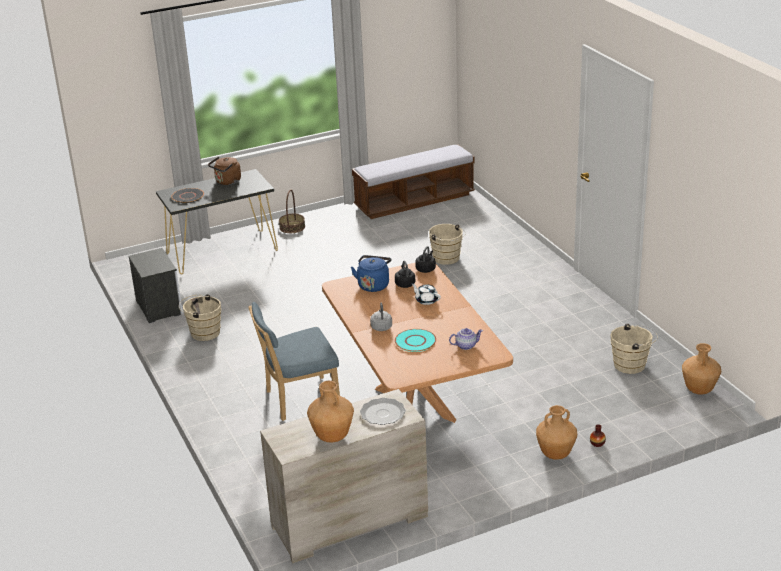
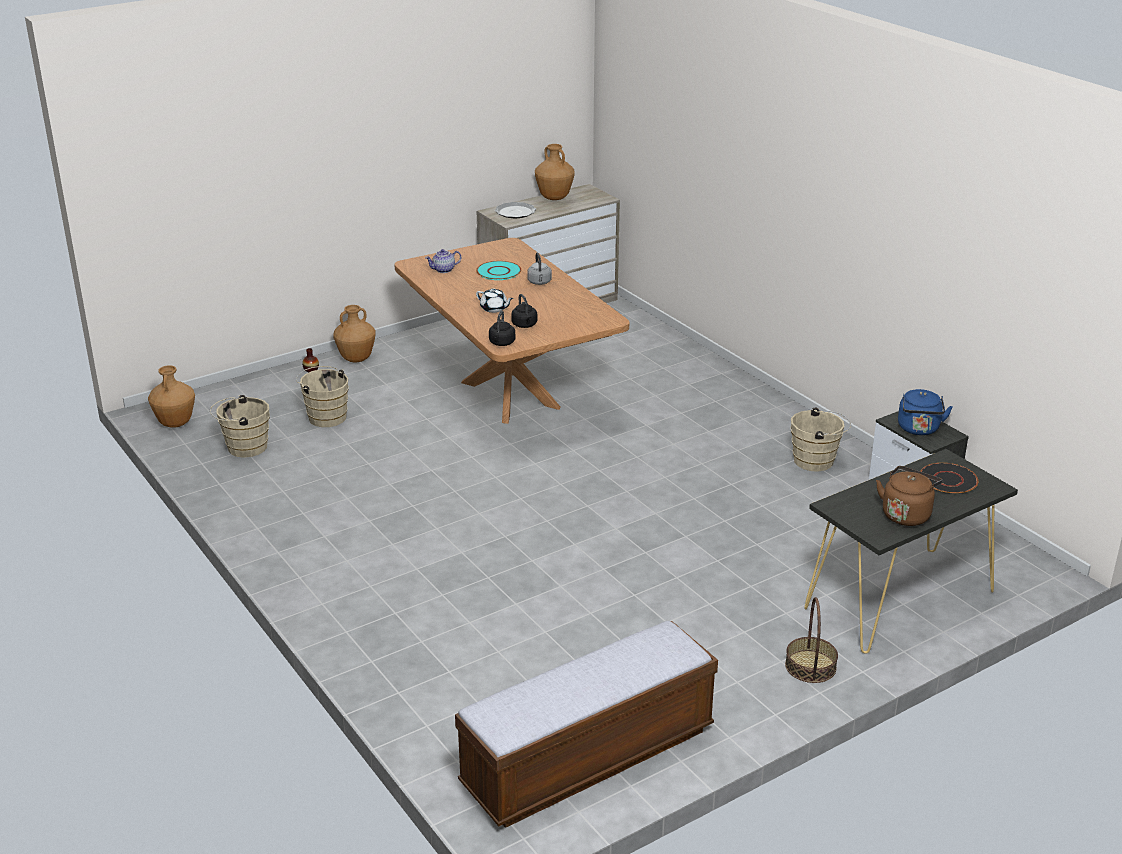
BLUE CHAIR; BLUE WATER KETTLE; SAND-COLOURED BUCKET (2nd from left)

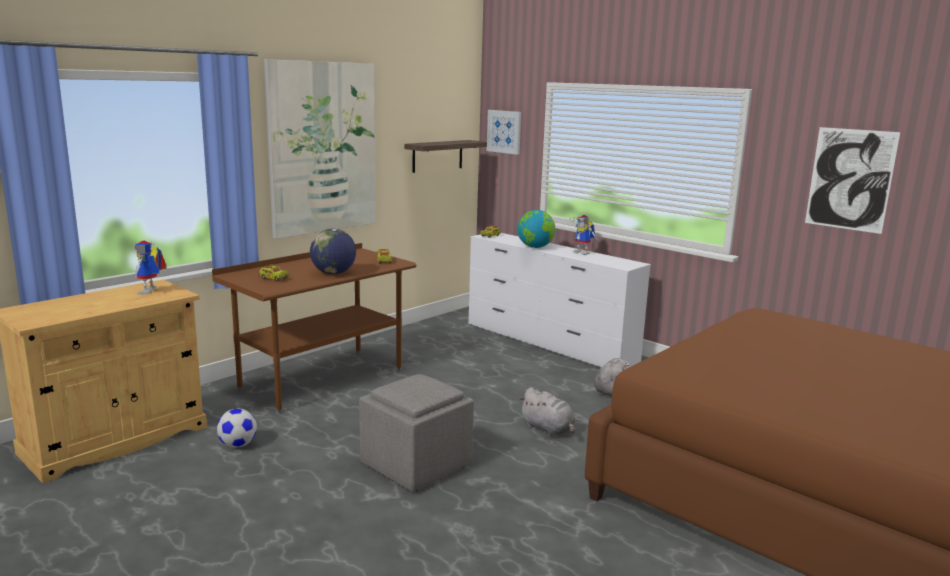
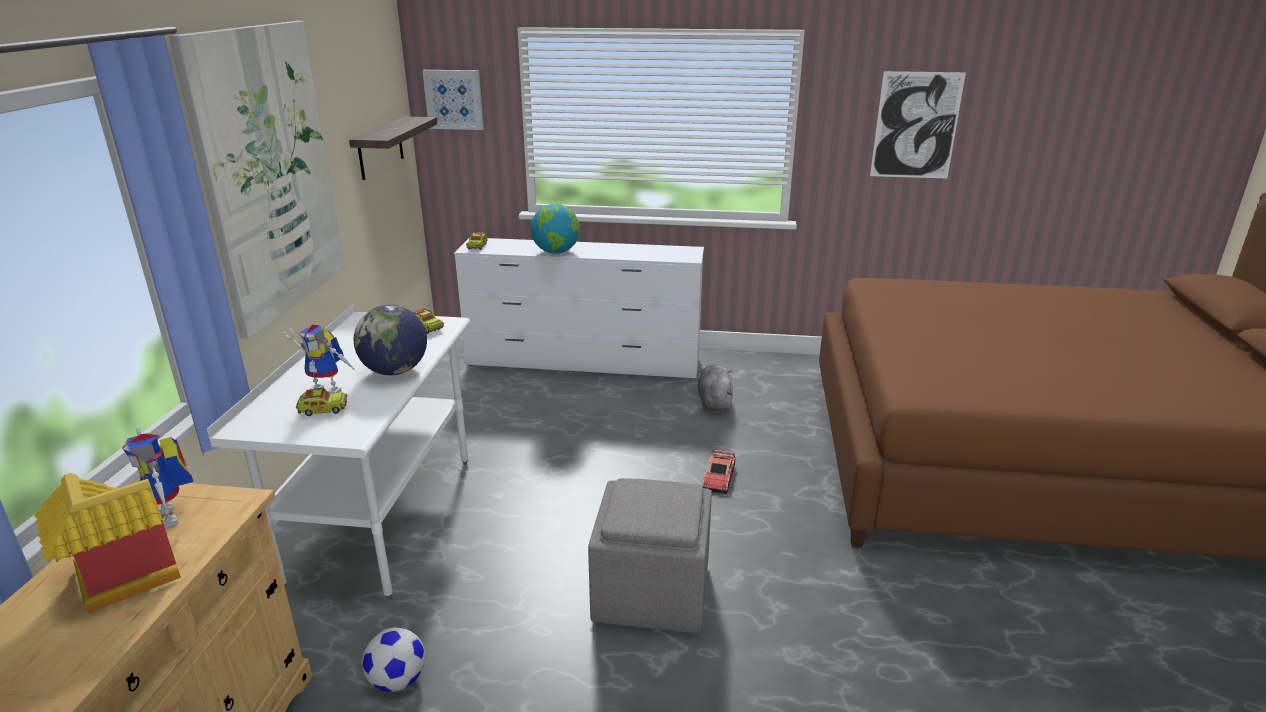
WHITE DESK UNIT; TOY CAR; MODEL ROBOT (2nd from left); TOY HOUSE

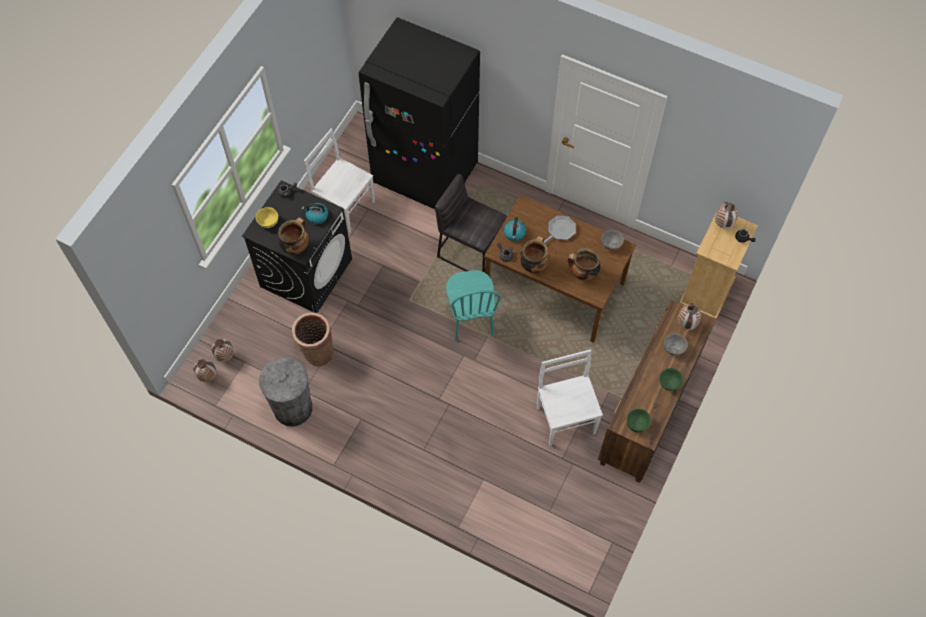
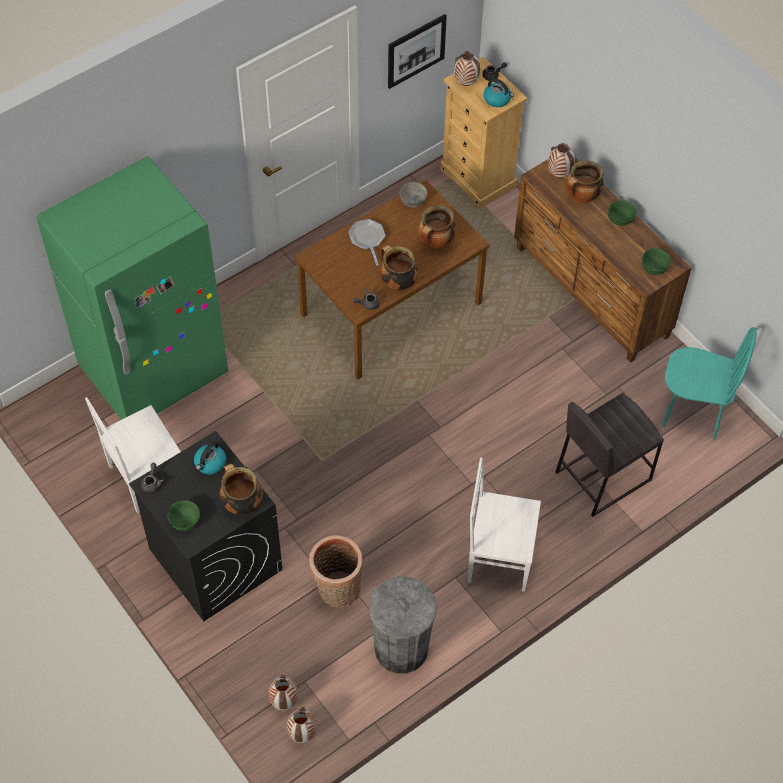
GREENISH BOWL (1st from left); GREENISH FRIDGE; GREY STOOL SEAT; TURQUOISE CHAIR; WATER KETTLE (2nd from left); WHITE CHAIR (2nd from left); STOCKPOT (4th from left); PICTURE

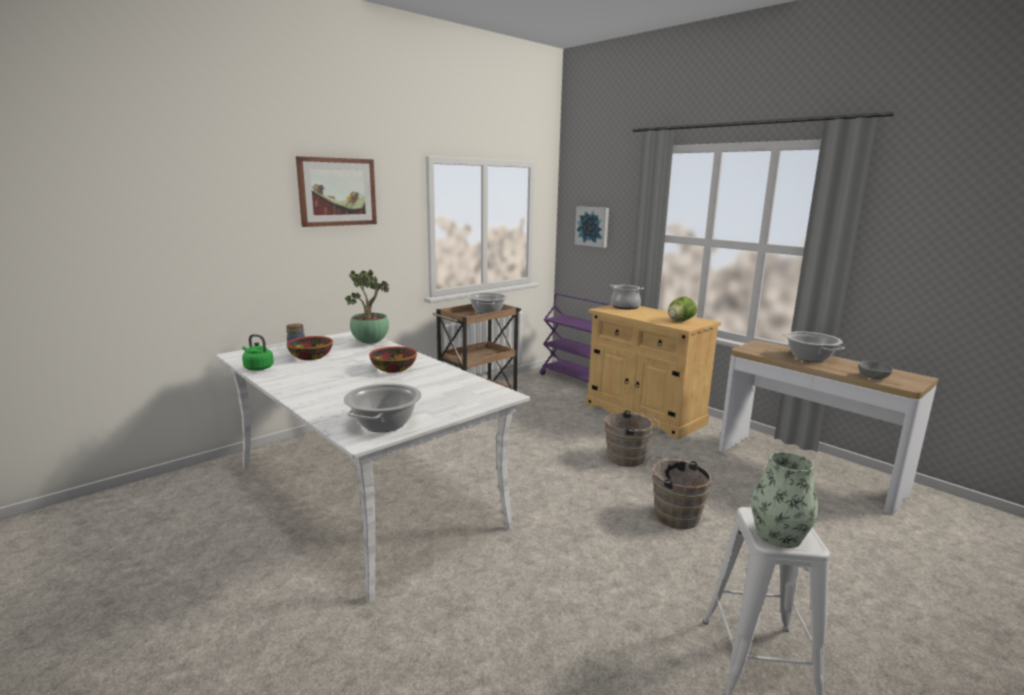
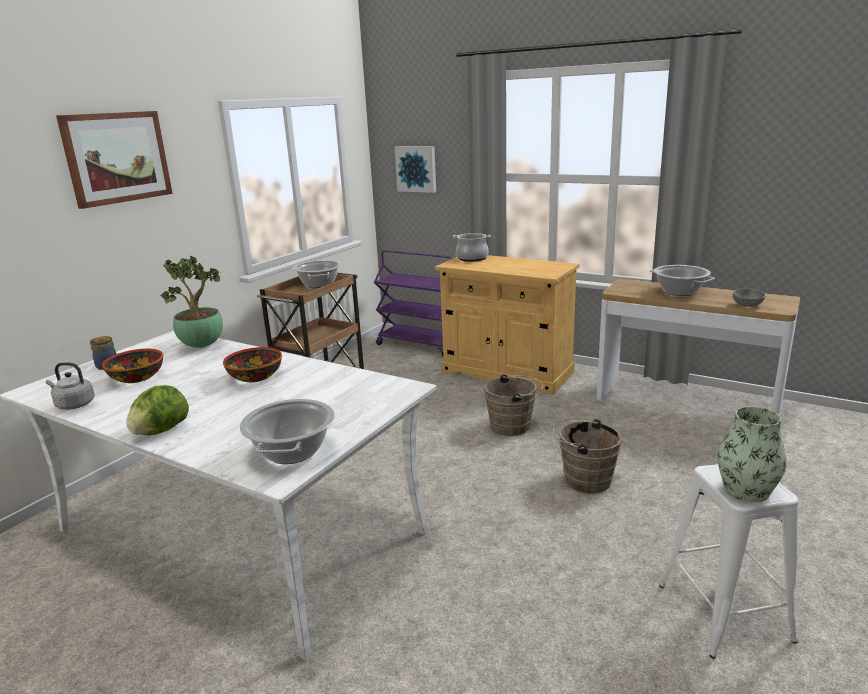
GREY WATER KETTLE; LETTUCE HEAD

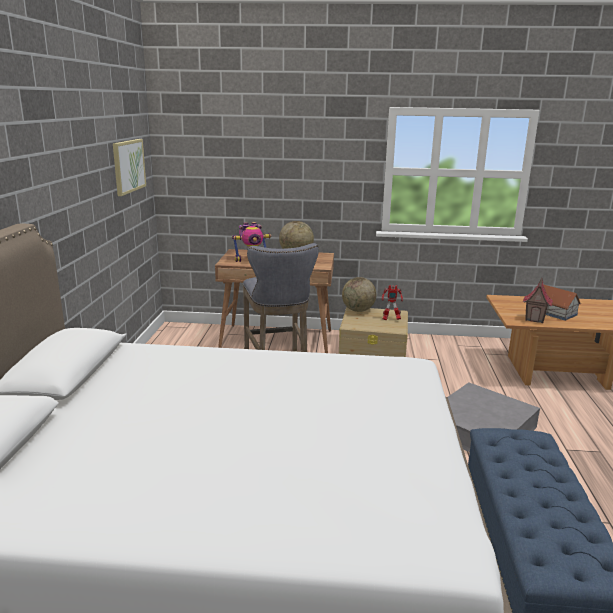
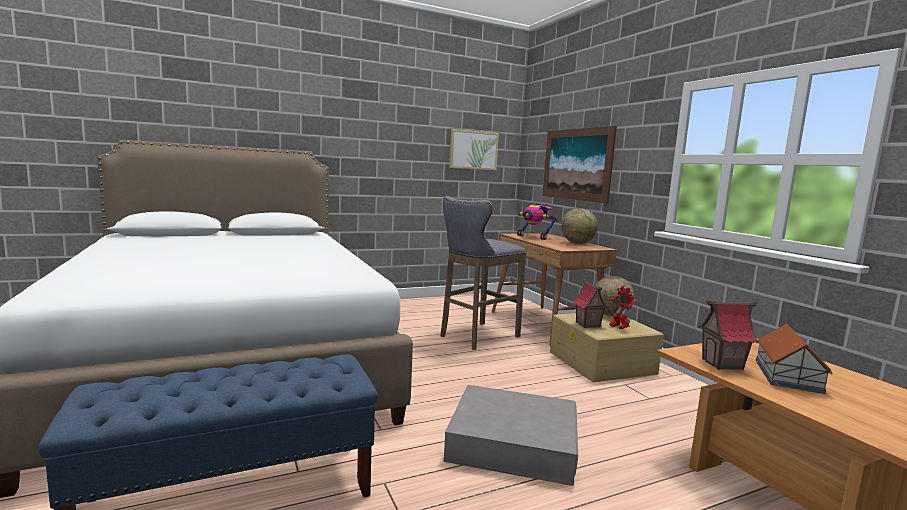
PICTURE (2nd from left); TOY HOUSE (1st from left)

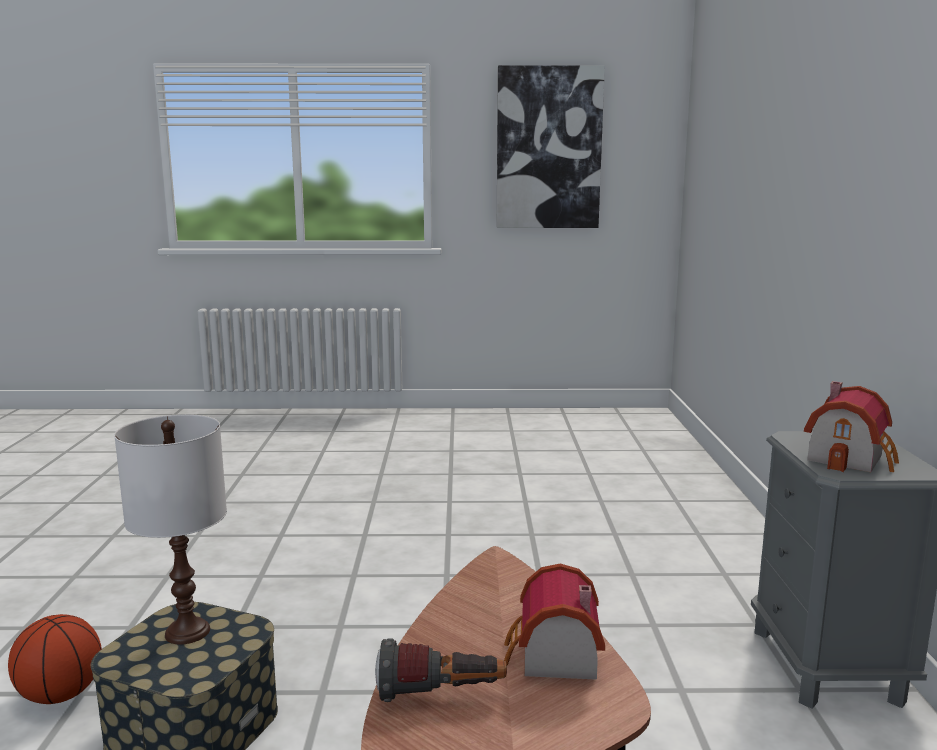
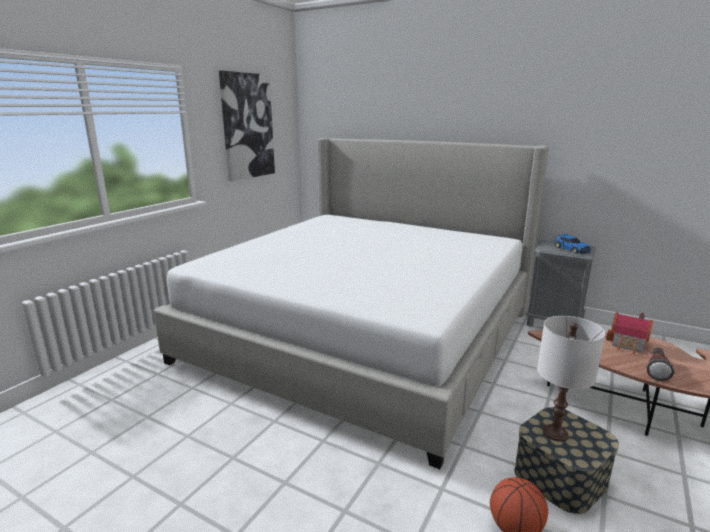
TOY CAR; BED

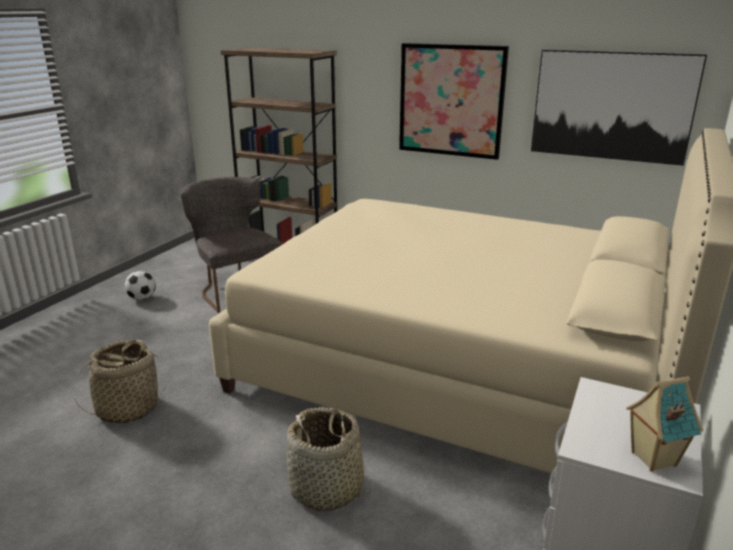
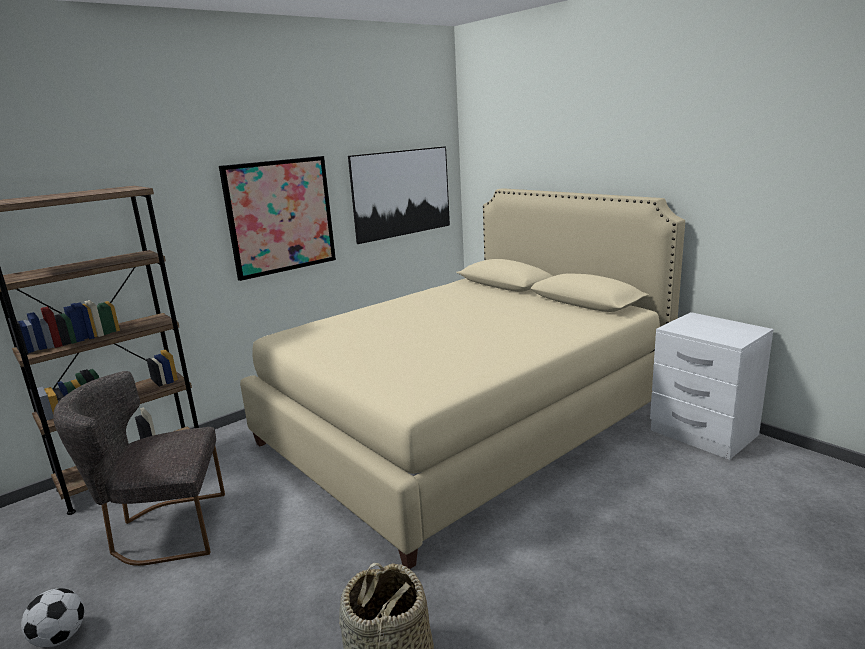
STORAGE BASKET (2nd from left in the first image); TOY HOUSE

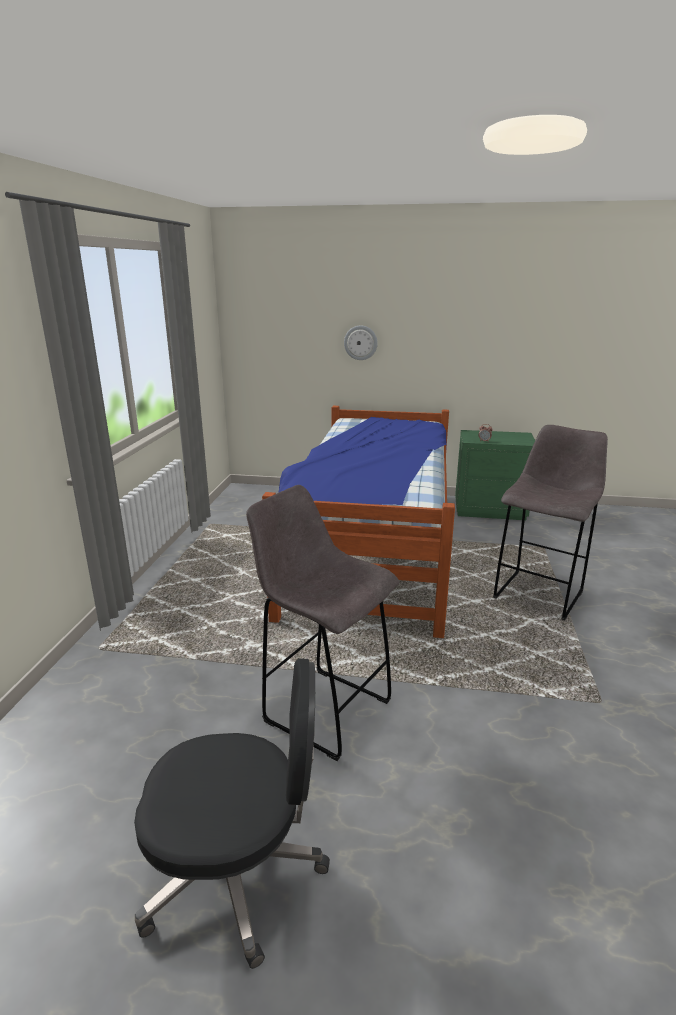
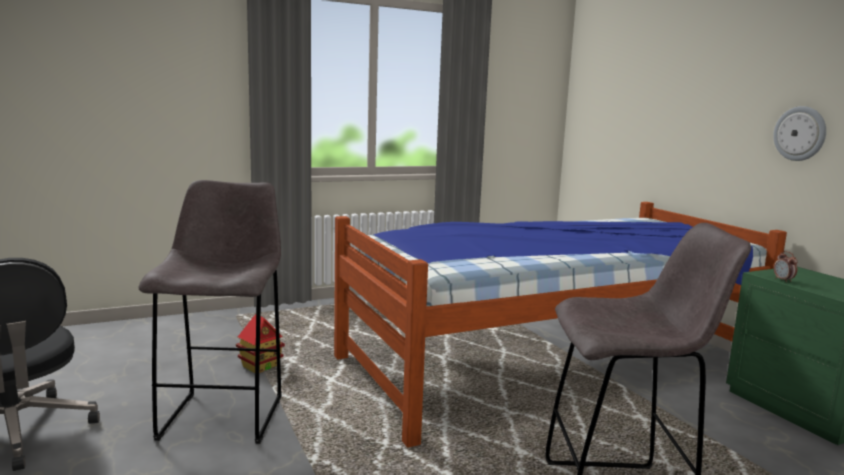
CLOCK ON THE WALL; TOY HOUSE

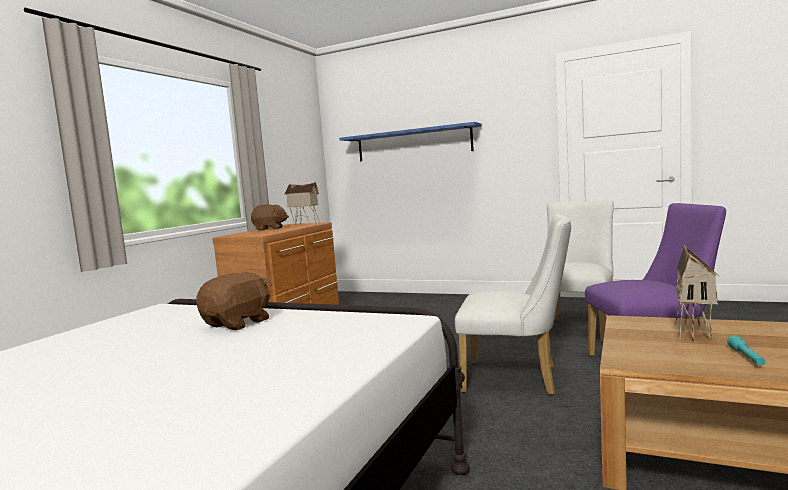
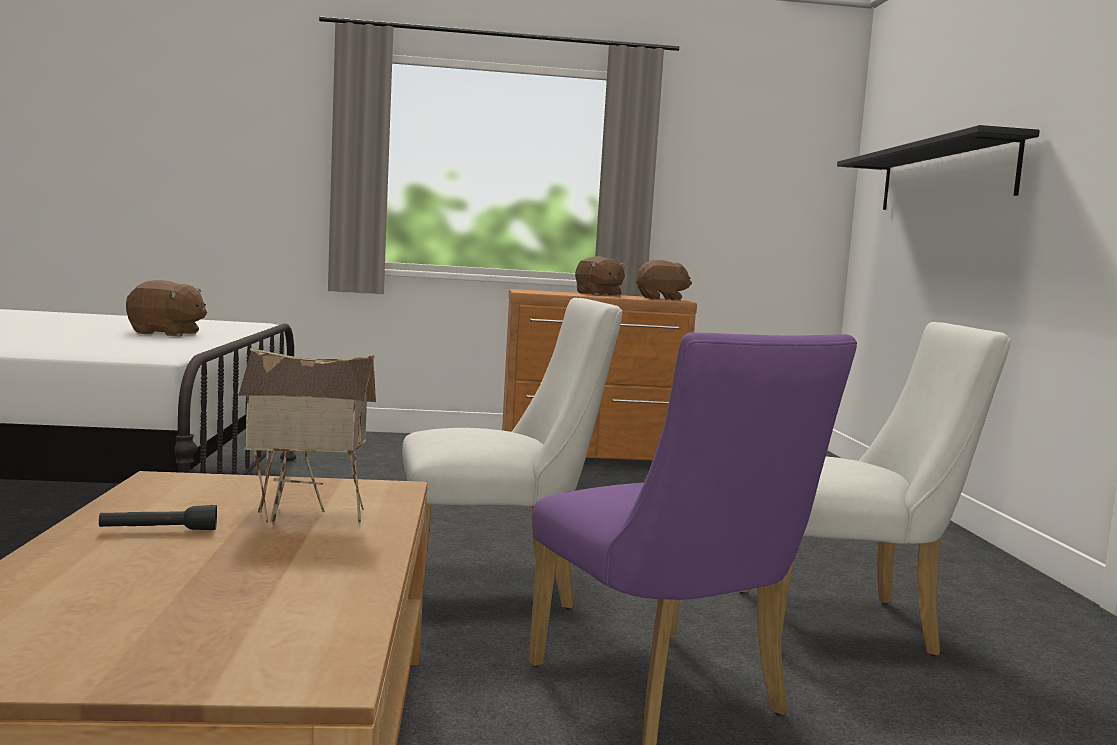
BROWNISH CUDDLY TOY (3rd from left); BLACK-COLOURED SHELF; WHITE CHAIR (1st from left); BLACK-COLOURED HAND TORCH

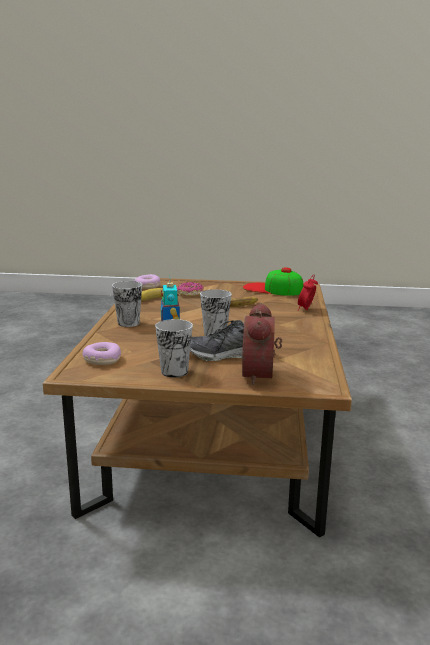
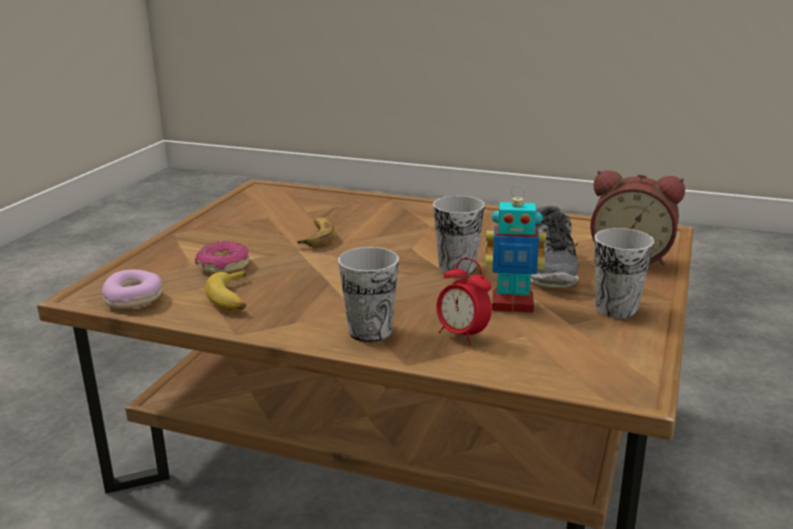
RING DOUGHNUT (1st from left in the first image); CAP; ALARM CLOCK (1st from left)

